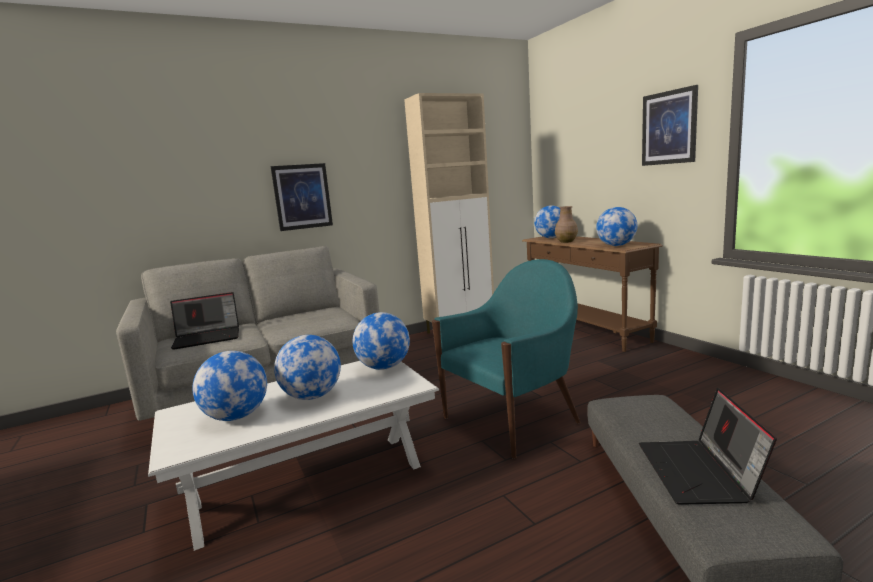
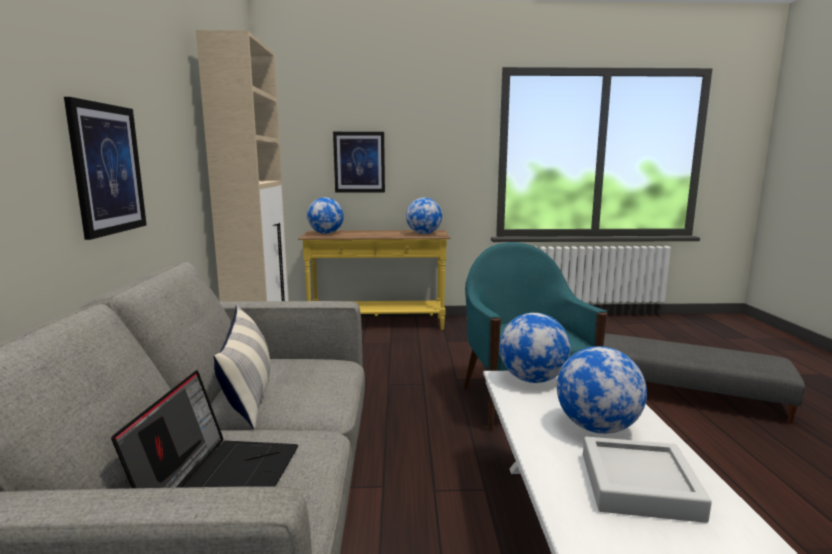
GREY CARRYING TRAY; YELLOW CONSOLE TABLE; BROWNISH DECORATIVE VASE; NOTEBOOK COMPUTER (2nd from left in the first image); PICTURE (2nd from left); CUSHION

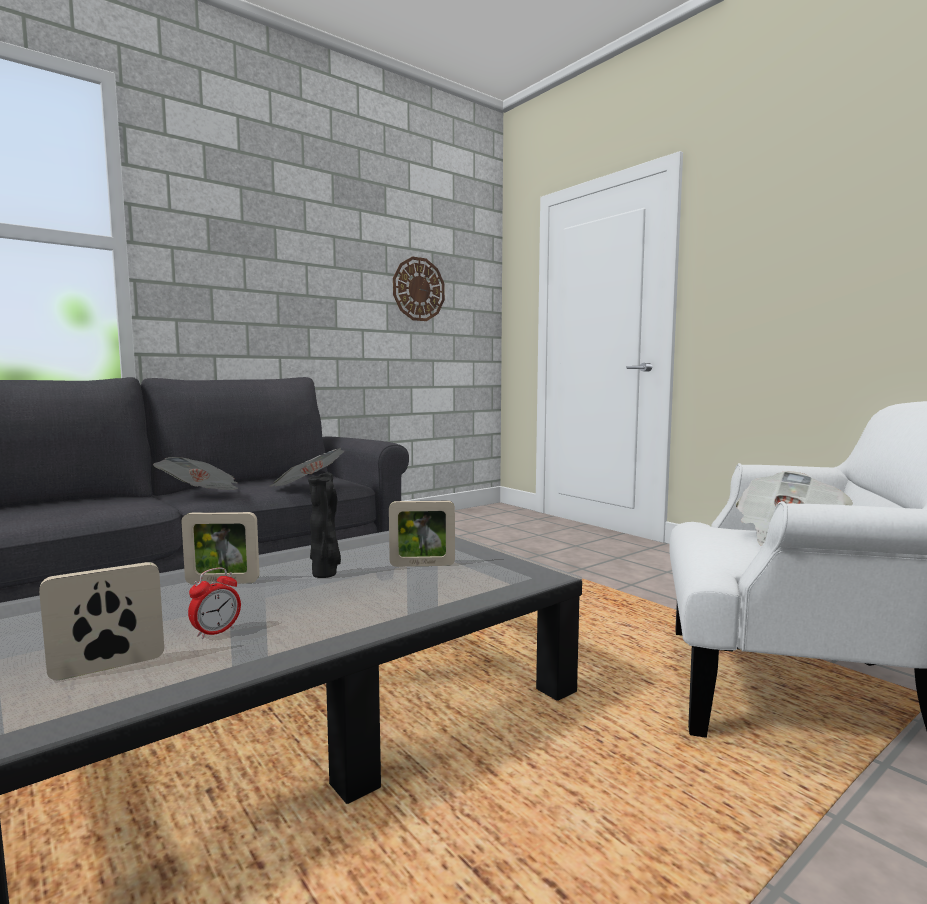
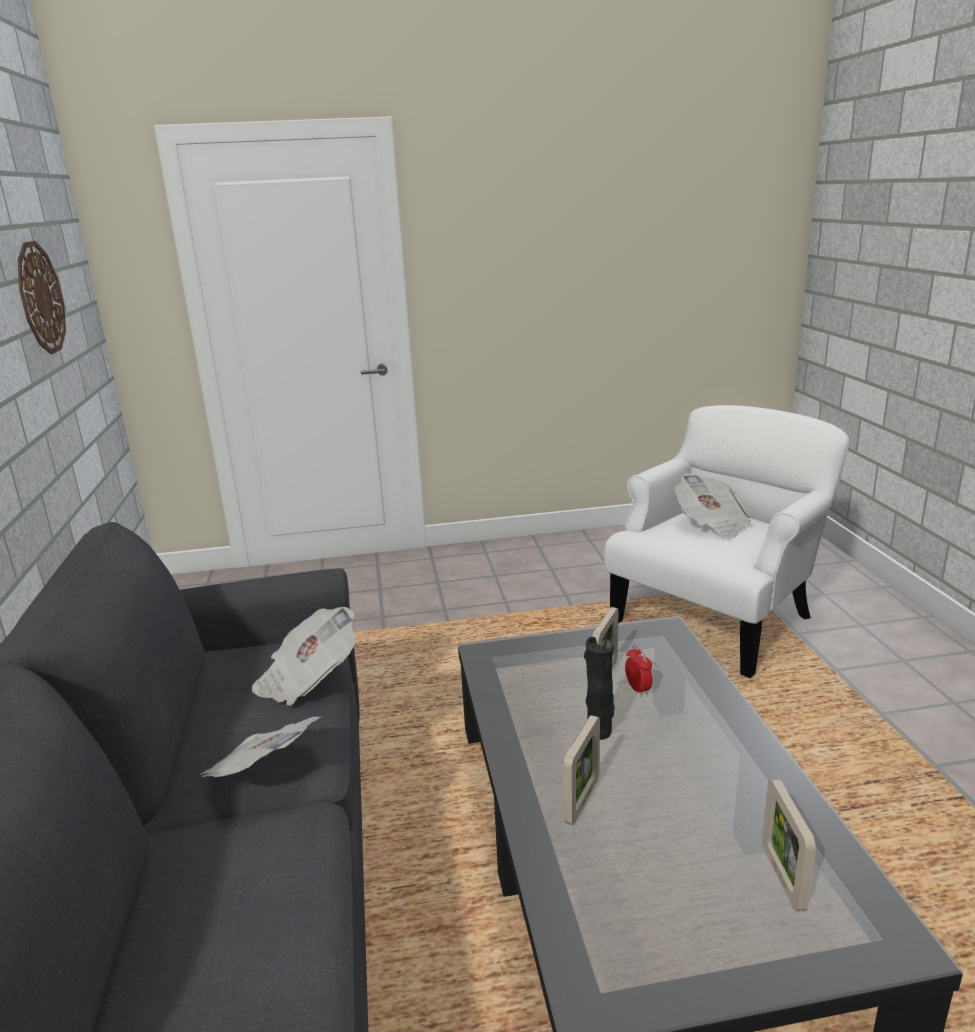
ALARM CLOCK

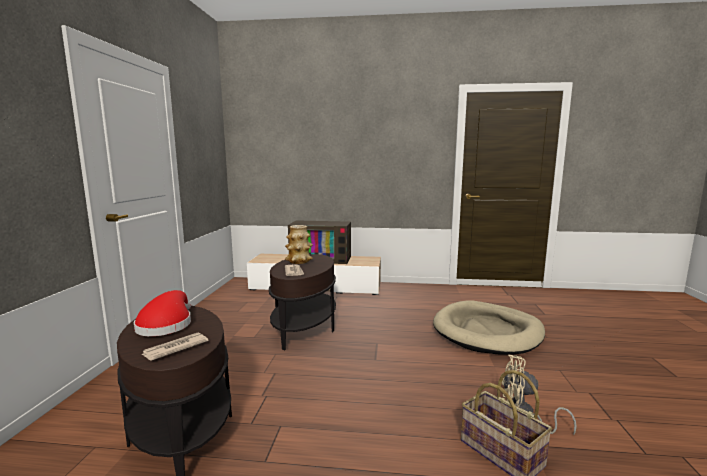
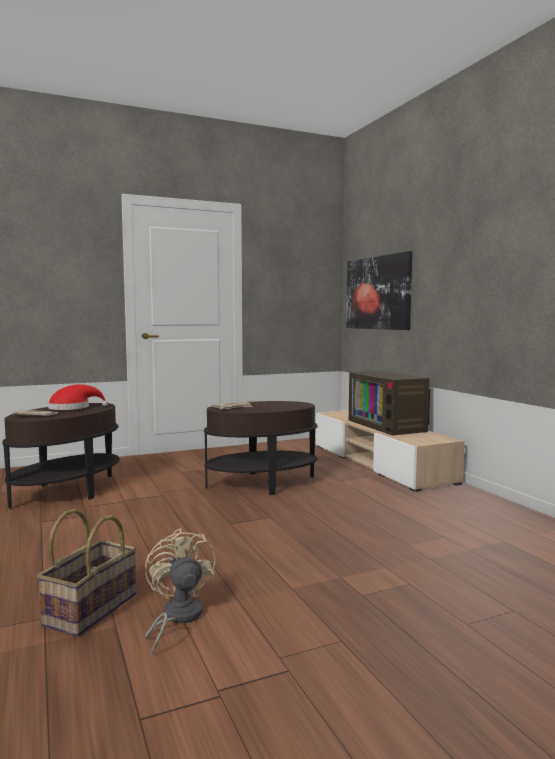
DECORATIVE VASE; SAND-COLOURED DOG BED; PICTURE

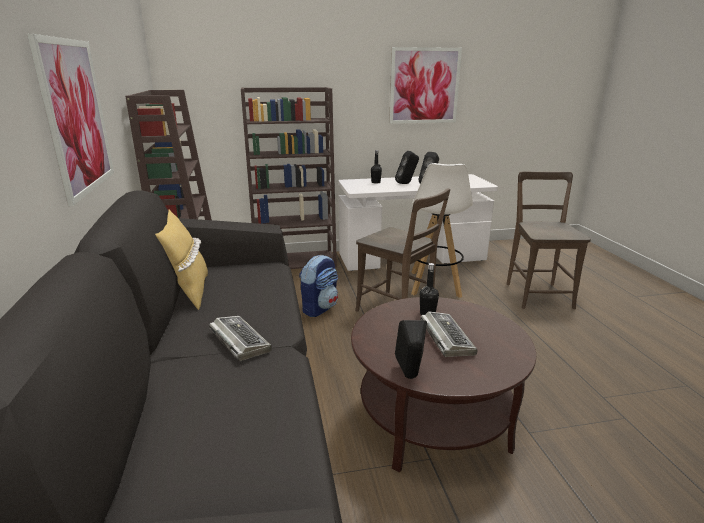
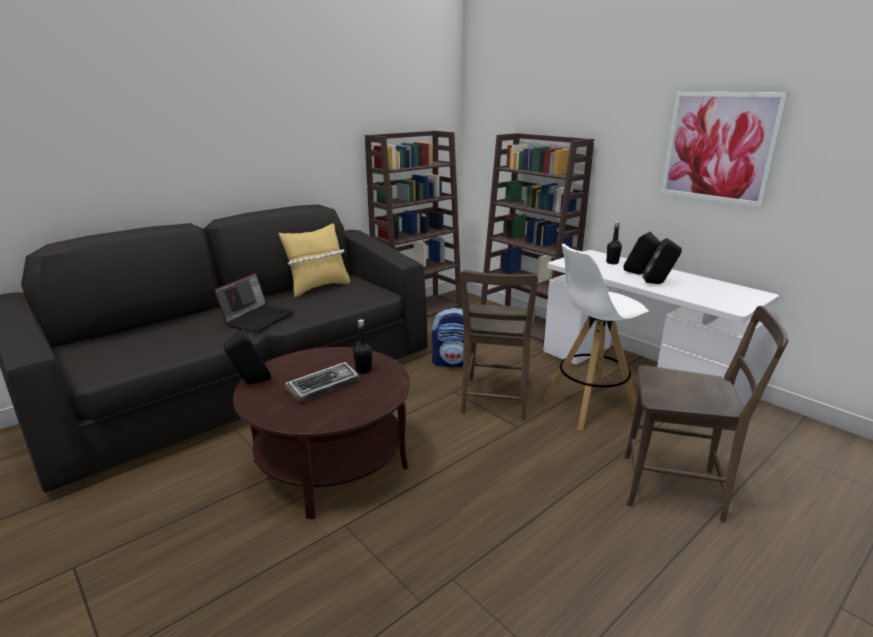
PICTURE (1st from left in the first image); NOTEBOOK COMPUTER; BROWNISH CHAIR (2nd from left)

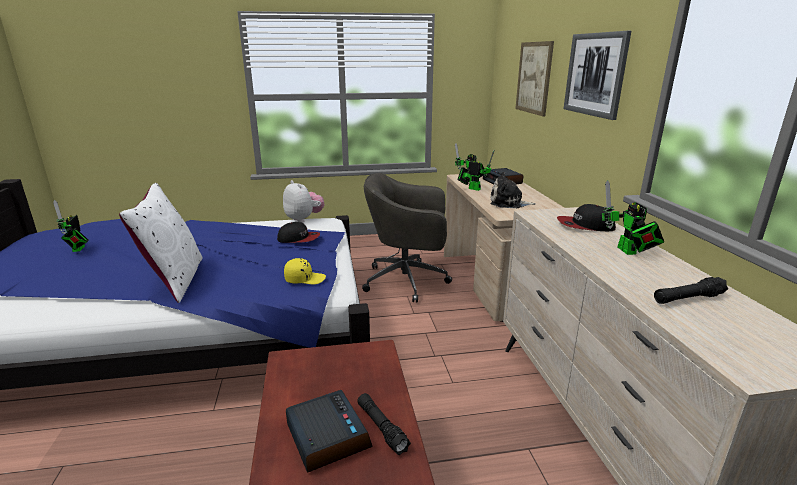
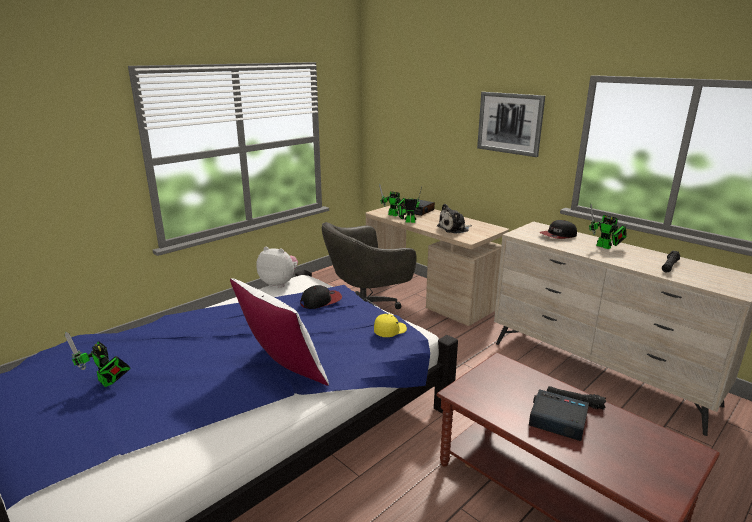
PICTURE (1st from left in the first image)

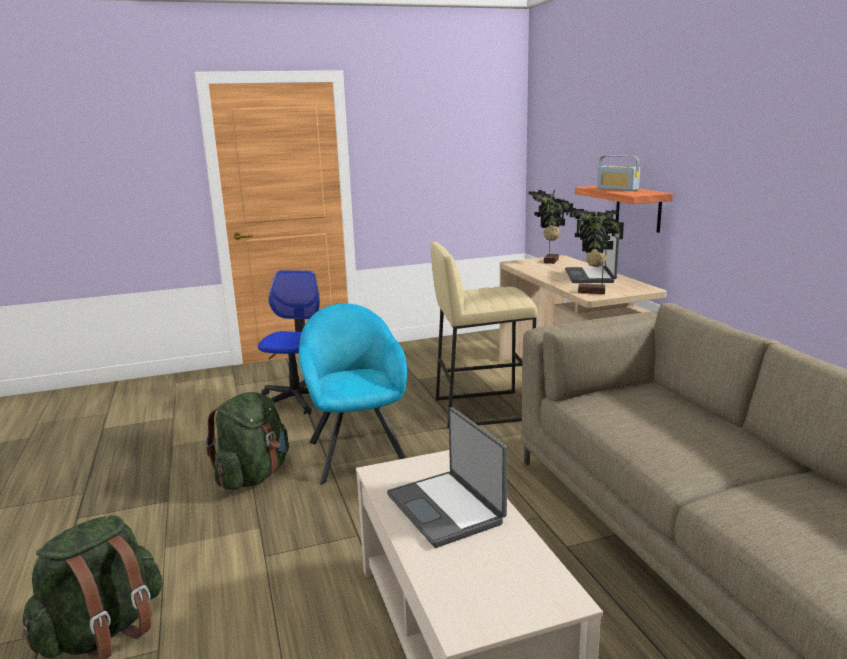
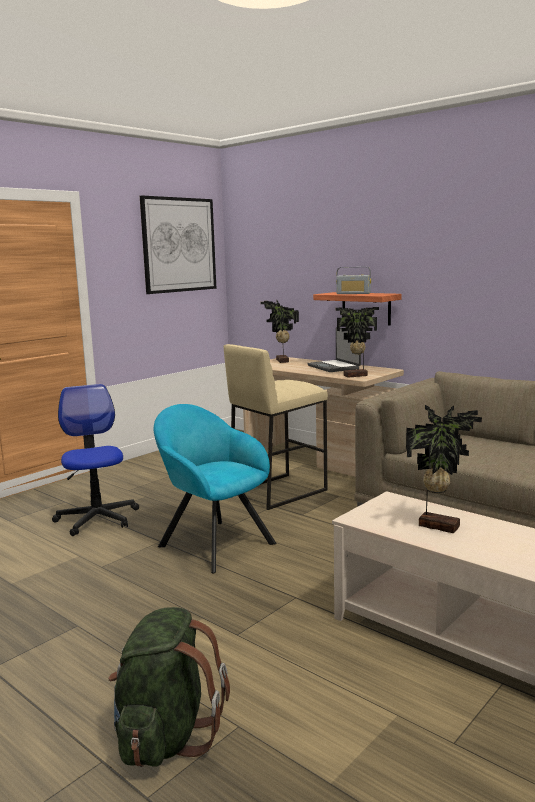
GREENISH KNAPSACK (2nd from left in the first image); PLANT IN A POT (3rd from left); PICTURE

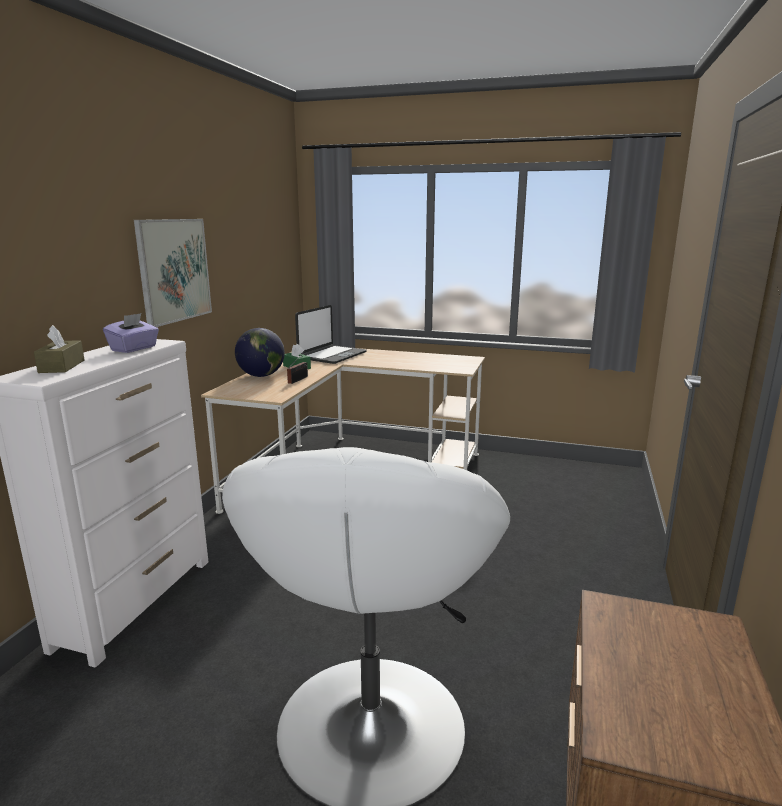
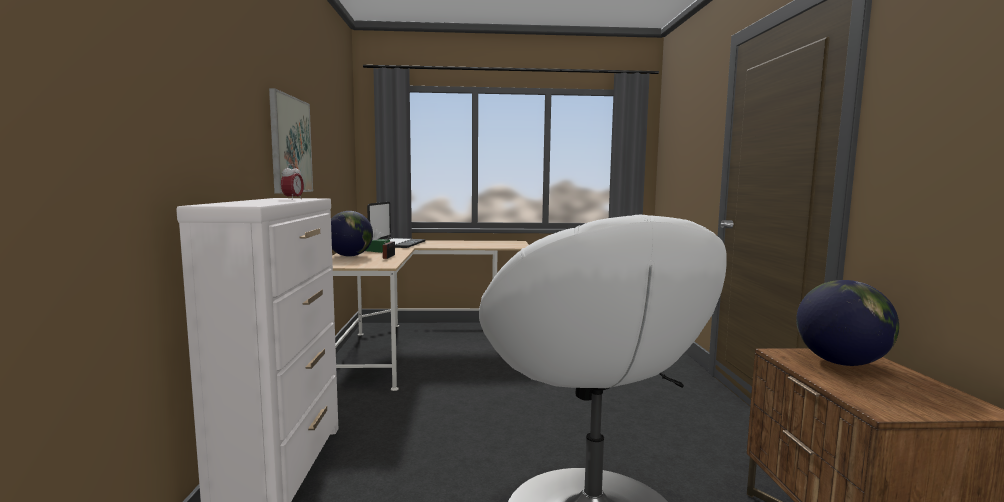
BROWNISH TISSUE HOLDER; ALARM CLOCK; WORLD GLOBE (2nd from left)

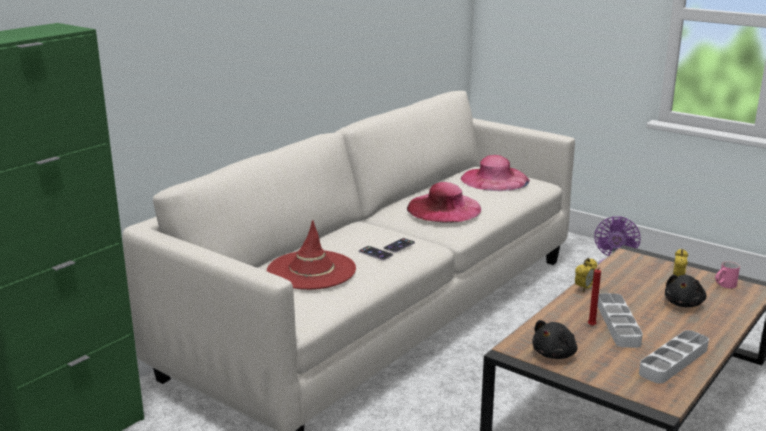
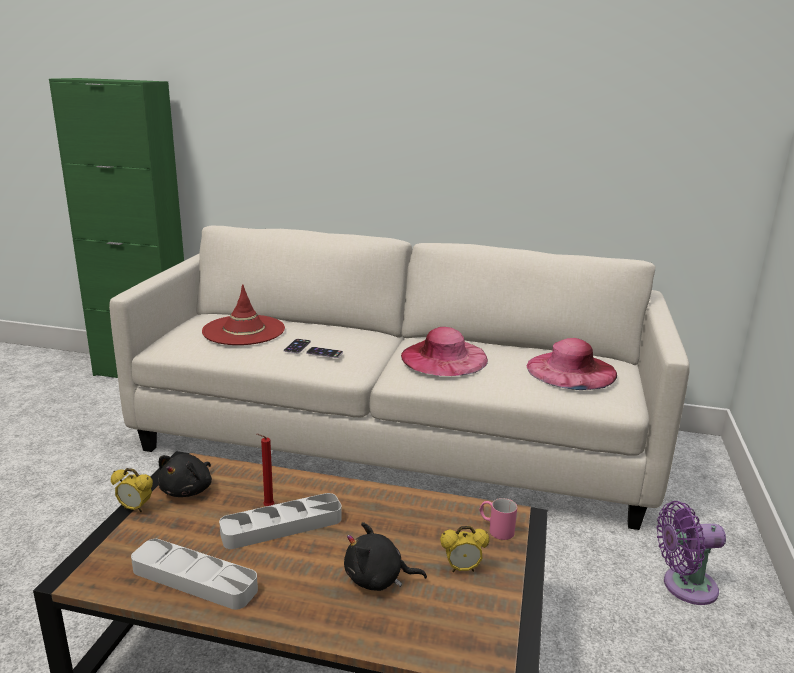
BLACK-COLOURED CUDDLY TOY (1st from left); ALARM CLOCK (1st from left); PINK-COLOURED COFFEE MUG

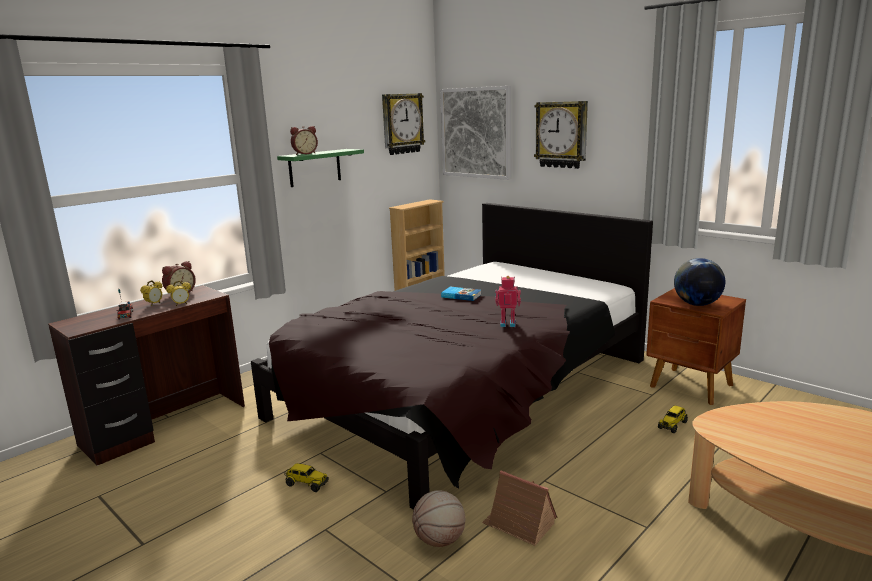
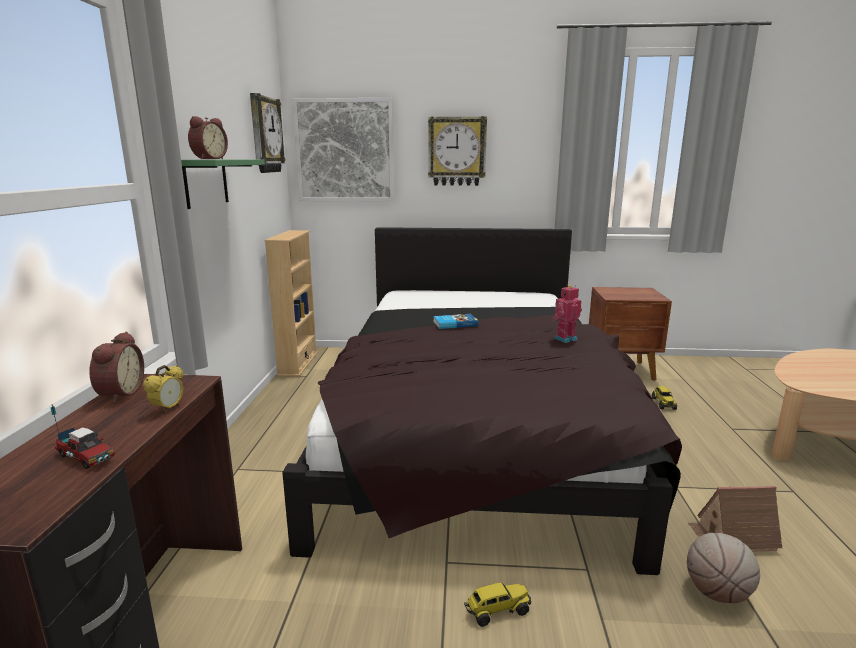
ALARM CLOCK (1st from left in the first image); WORLD GLOBE

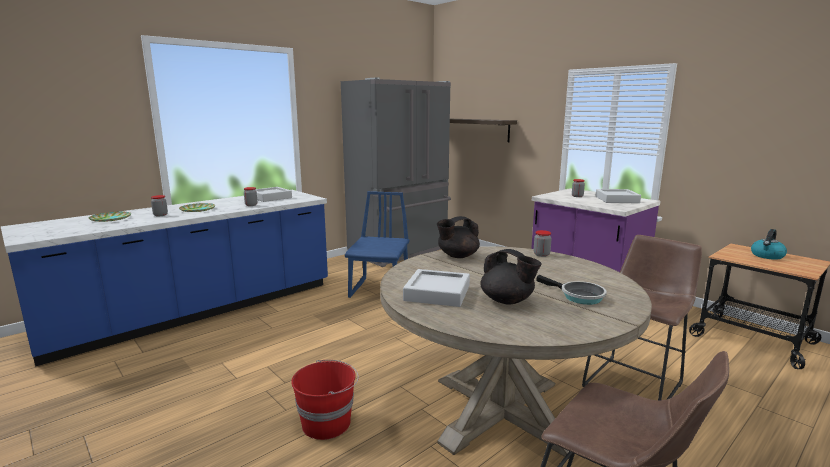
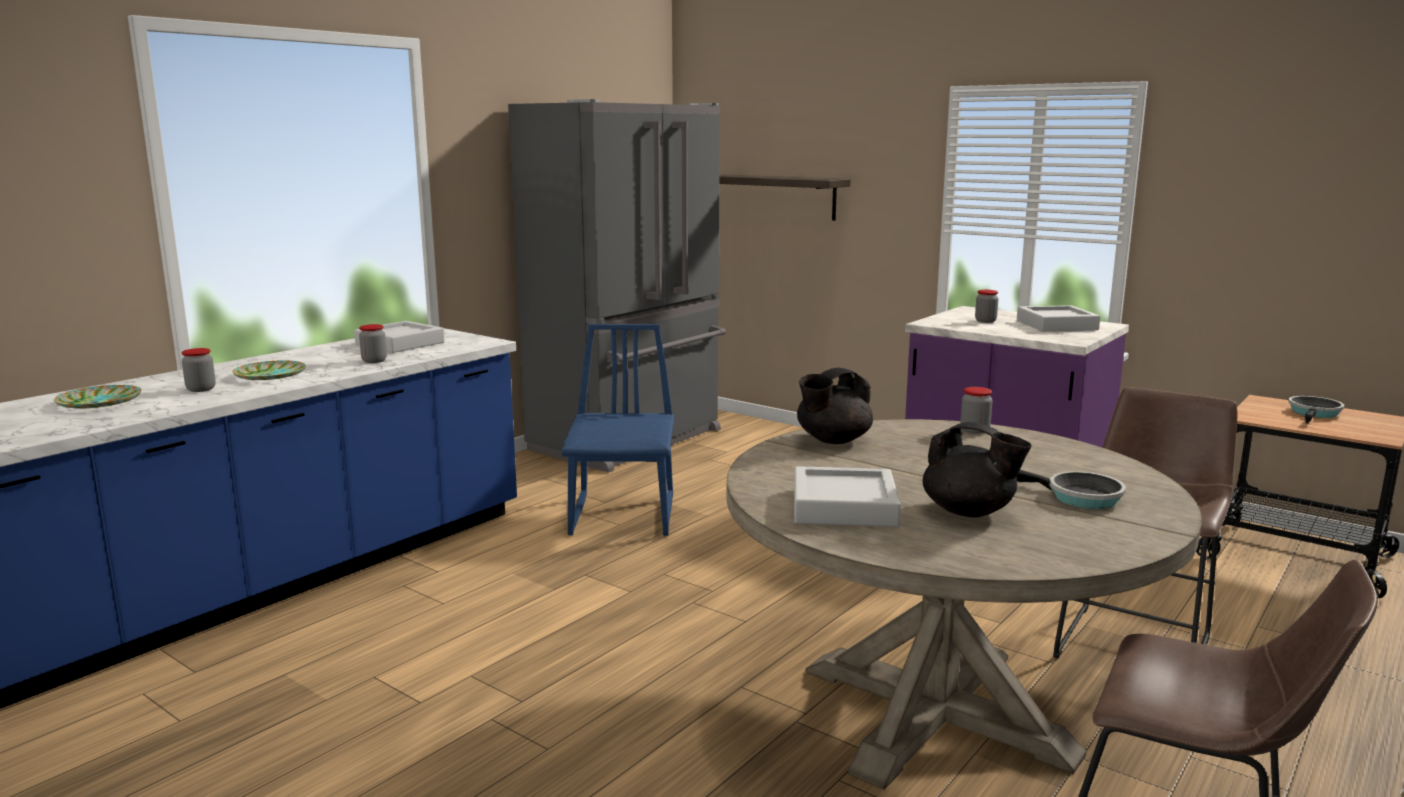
RED-COLOURED BUCKET; SKILLET (2nd from left)

